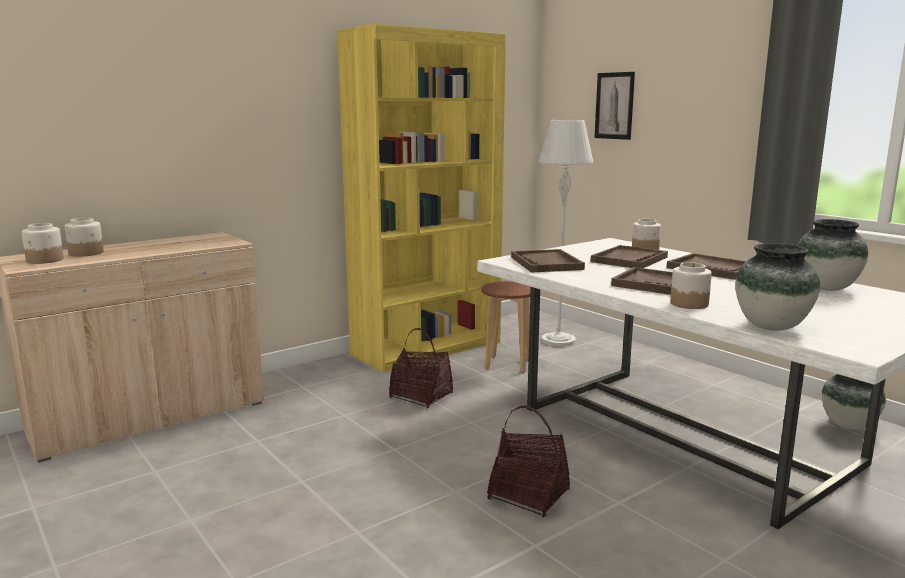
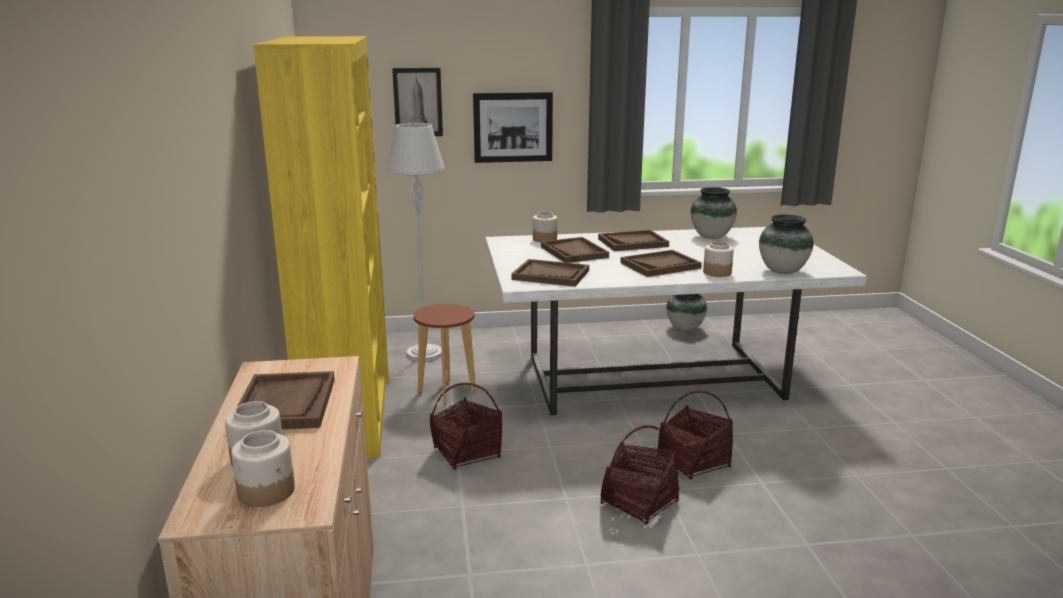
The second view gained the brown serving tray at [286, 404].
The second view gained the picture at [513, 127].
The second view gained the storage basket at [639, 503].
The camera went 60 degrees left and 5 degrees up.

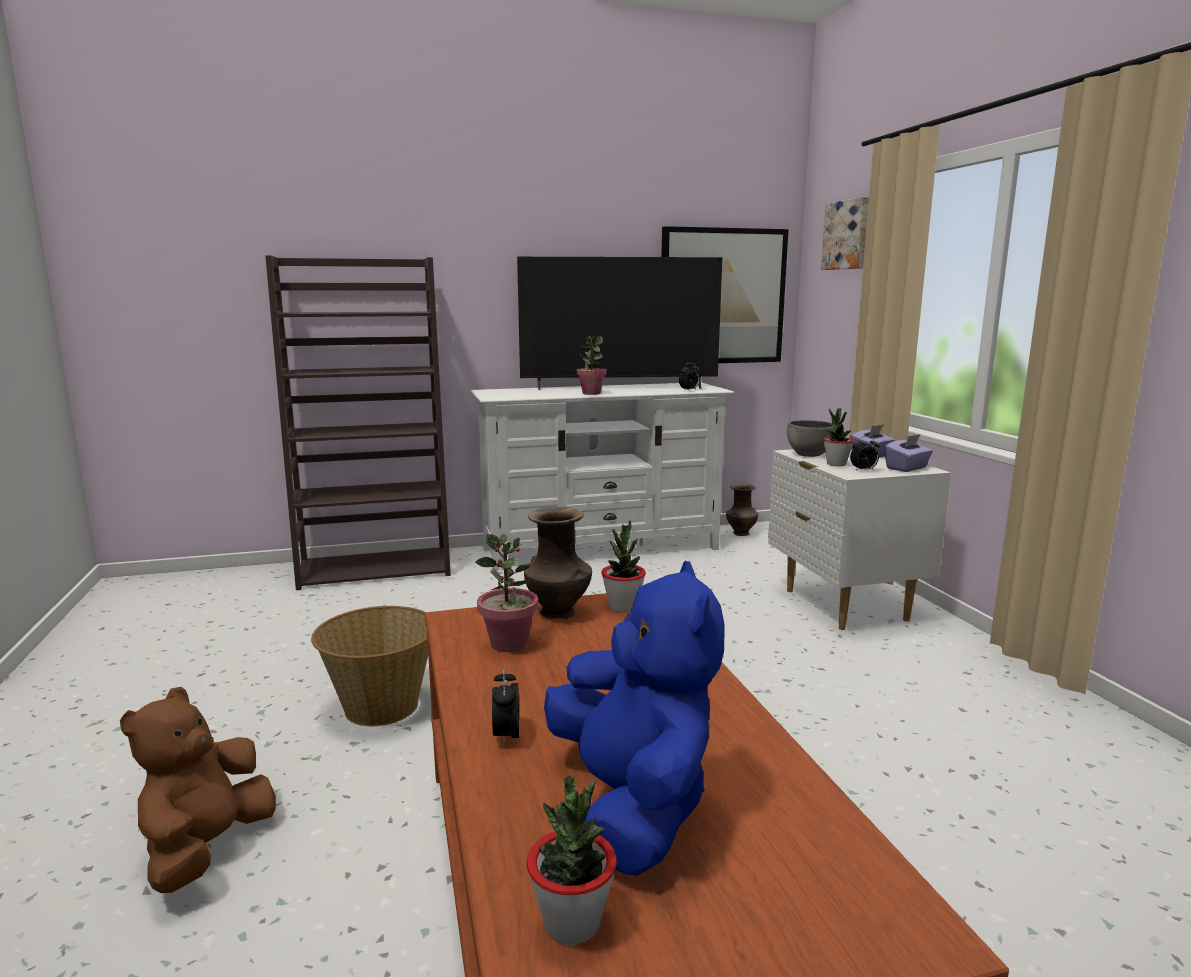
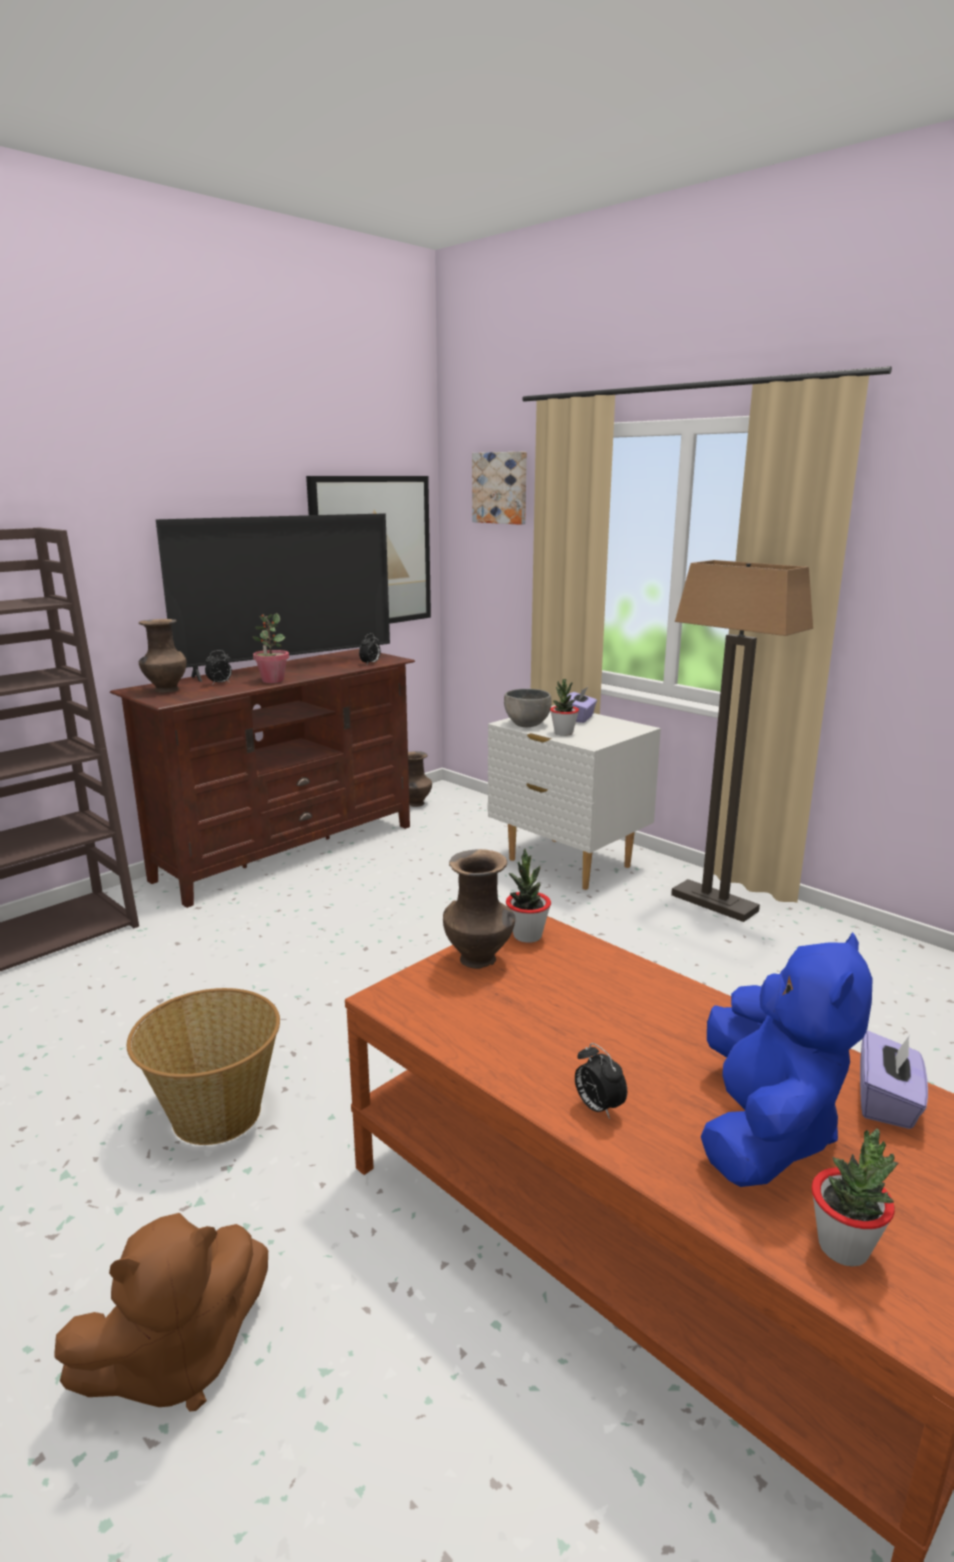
The brown soft toy at [207, 849] ended up facing another way, 105 degrees counterclockwise from before.
What was the white tv stand at [601, 548] turned into the brown tv stand at [287, 851].
The second view lost the potted plant at [509, 644].
The blue soft toy at [632, 805] ended up facing another way, 60 degrees clockwise from before.
The alarm clock ended up elsewhere, having gone from [863, 470] to [220, 683].
The purple-coloured box of tissues ended up elsewhere, having gone from [907, 468] to [887, 1102].
The second view gained the brown flower vase at [165, 690].
The second view gained the standard lamp at [715, 903].
The camera went 30 degrees left and 5 degrees up.

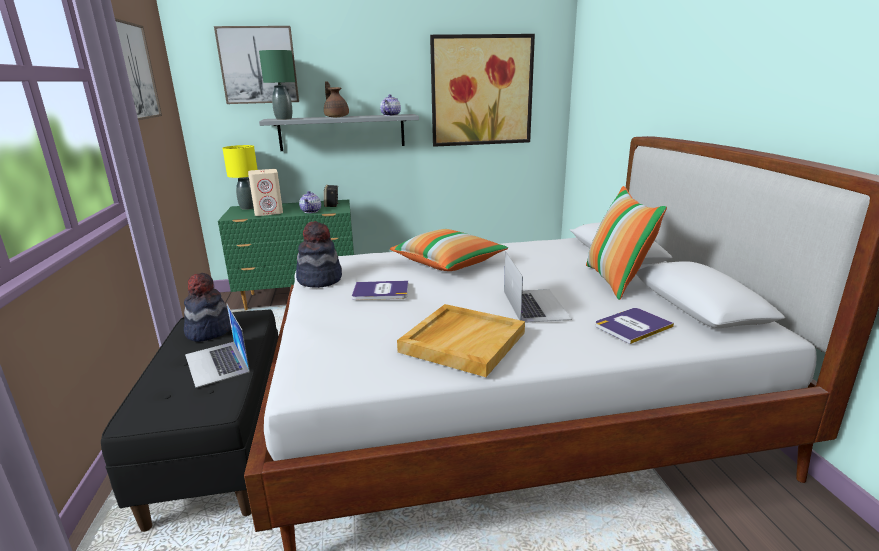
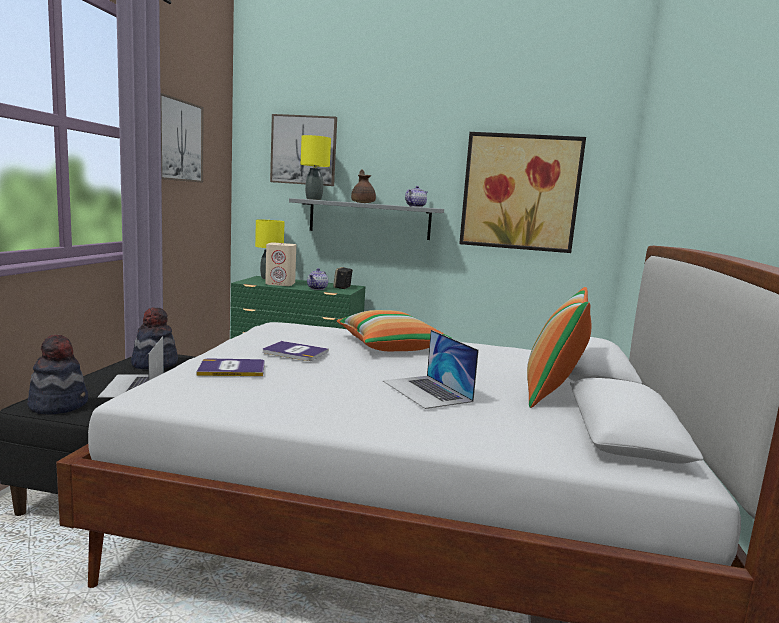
What was the green lamp for a table at [283, 119] turned into the yellow lamp for a table at [313, 199].
The wearable hat ended up elsewhere, having gone from [320, 279] to [59, 405].
The second view lost the beige-coloured serving tray at [462, 341].
The portable computer at [535, 305] ended up facing another way, 135 degrees clockwise from before.
The book ended up elsewhere, having gone from [632, 326] to [232, 369].
The camera went 20 degrees right and 10 degrees down.

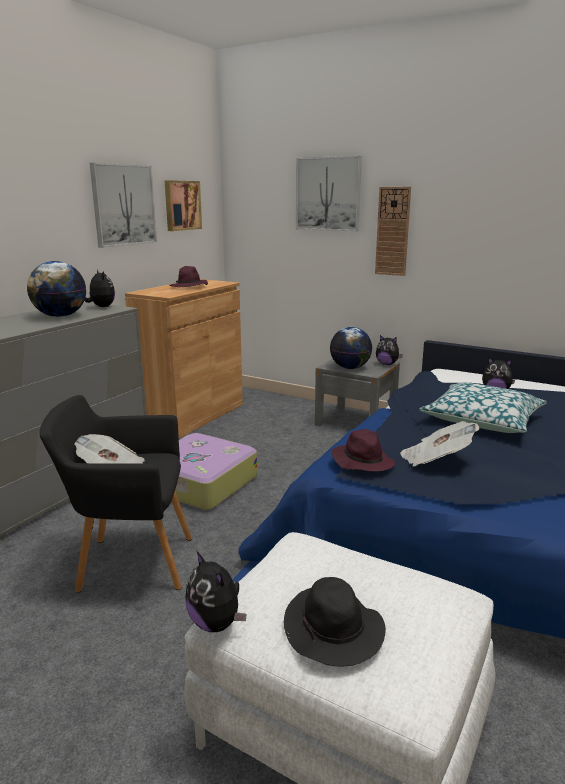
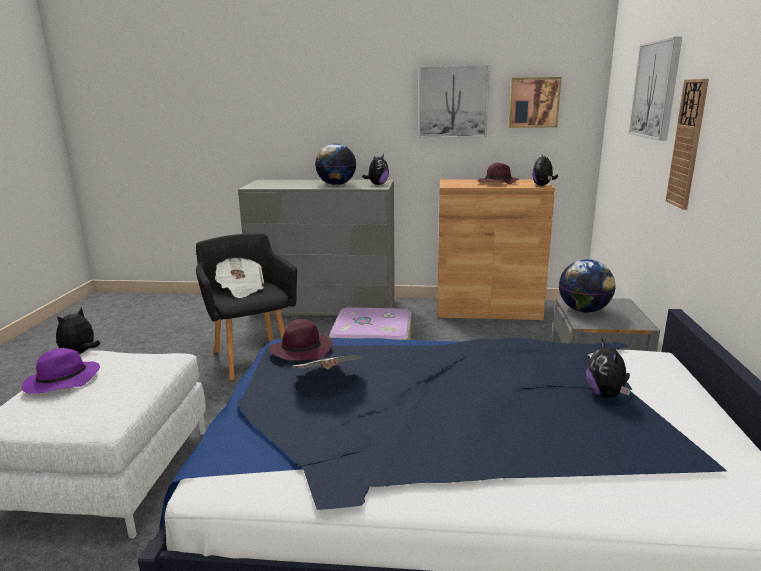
What was the black wearable hat at [334, 631] turned into the purple-coloured wearable hat at [61, 382].
The soft toy ended up elsewhere, having gone from [387, 364] to [543, 185].
The second view lost the throw pillow at [482, 420].
The camera went 65 degrees right and 0 degrees up.

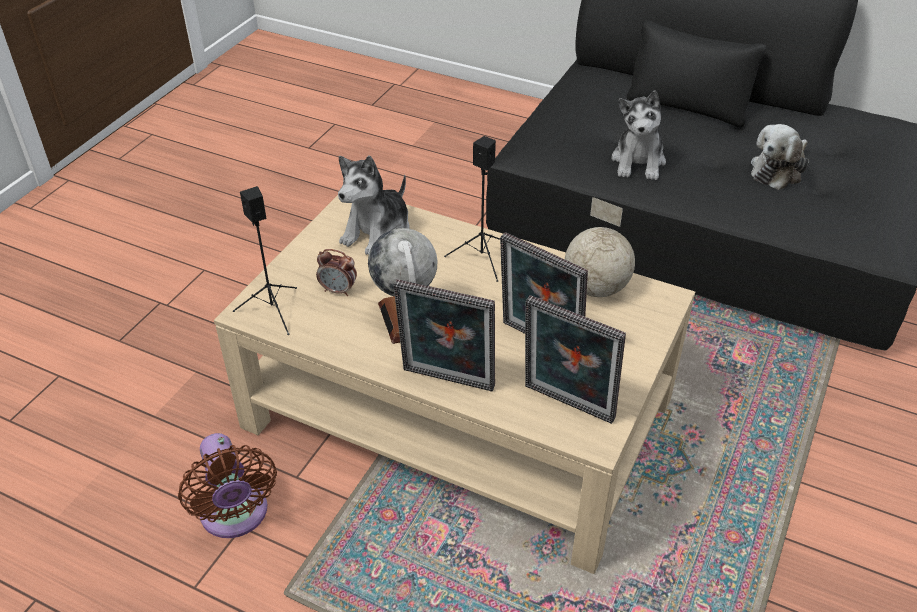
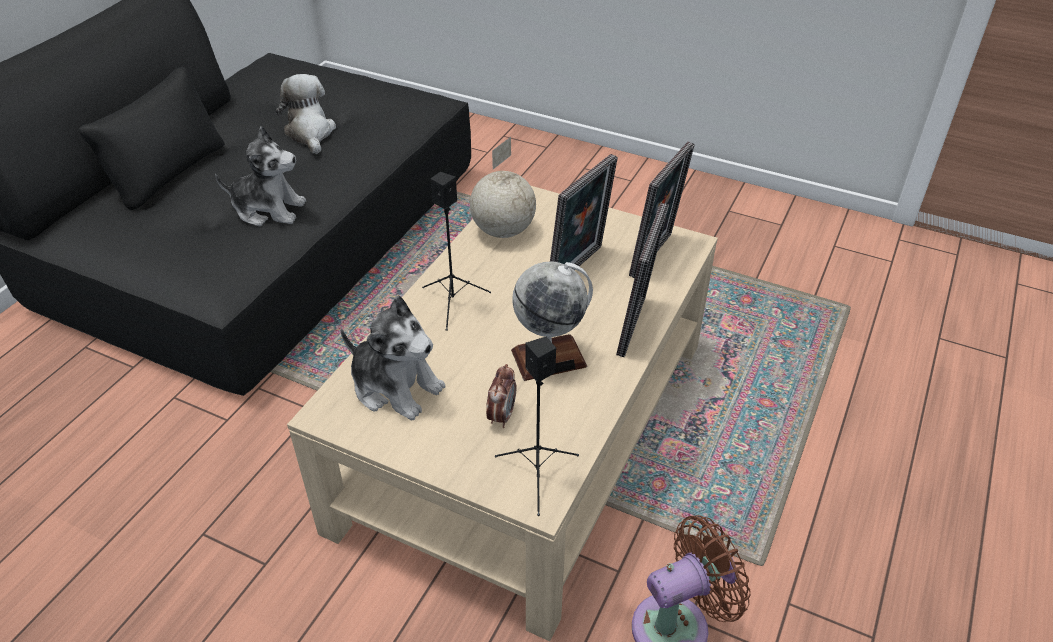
The soft toy at [778, 170] ended up facing another way, 150 degrees counterclockwise from before.
The camera went 90 degrees left and 0 degrees up.

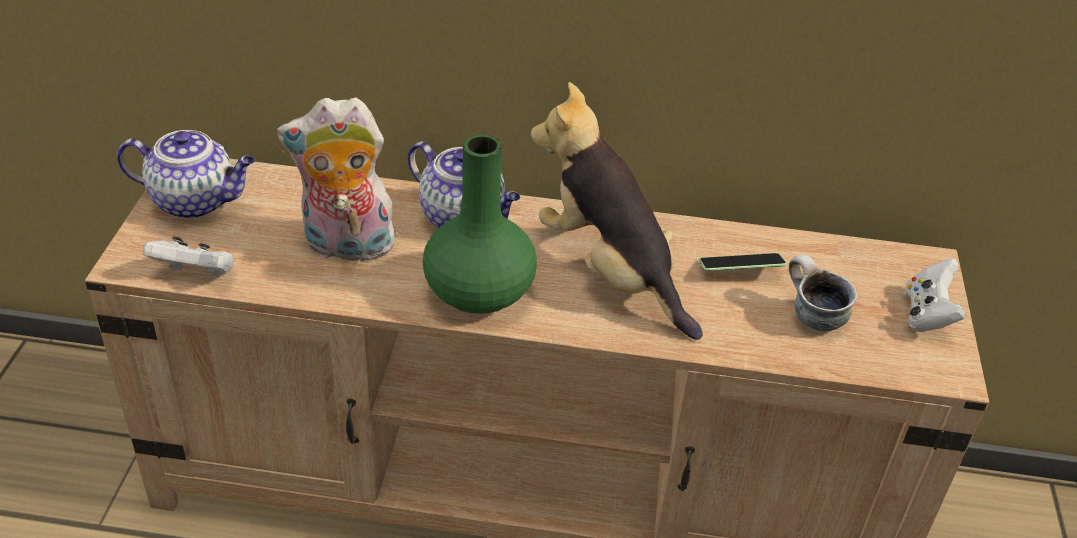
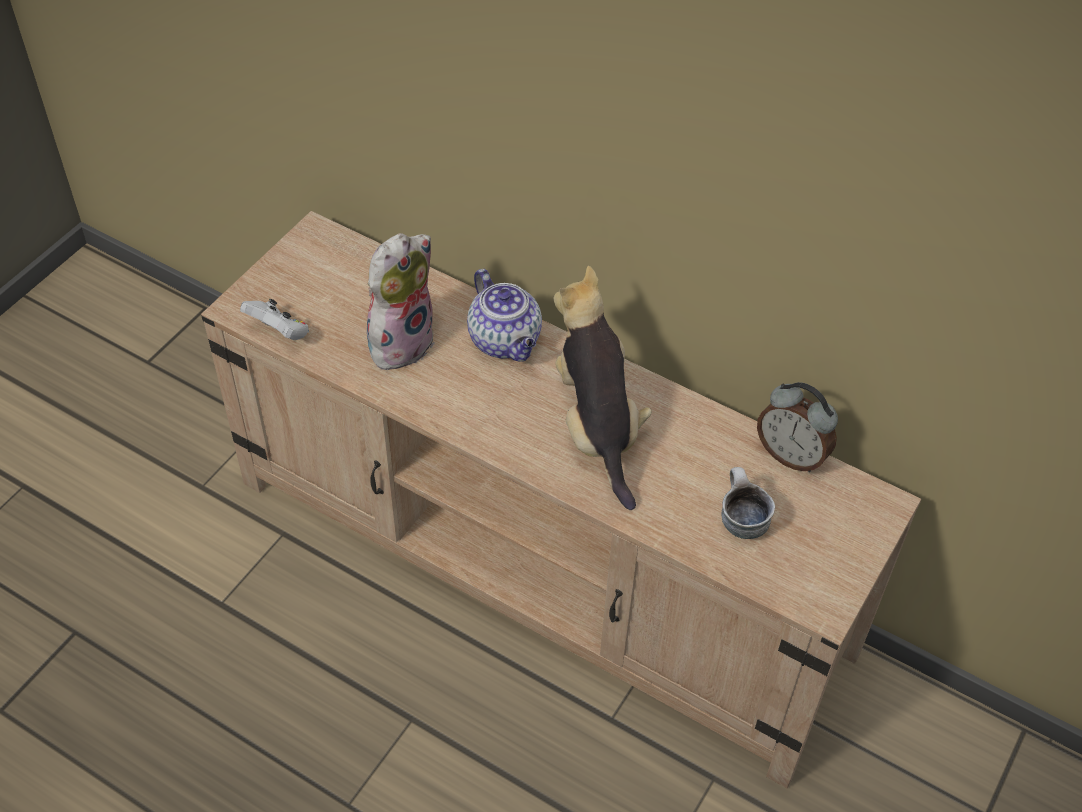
The second view lost the pot for tea at [196, 201].
The soft toy at [346, 247] ended up facing another way, 105 degrees clockwise from before.
The second view lost the green flower vase at [477, 293].
The second view lost the phone at [740, 271].
The second view lost the white joypad at [927, 314].
The second view gained the alarm clock at [791, 455].
The camera went 25 degrees right and 10 degrees up.

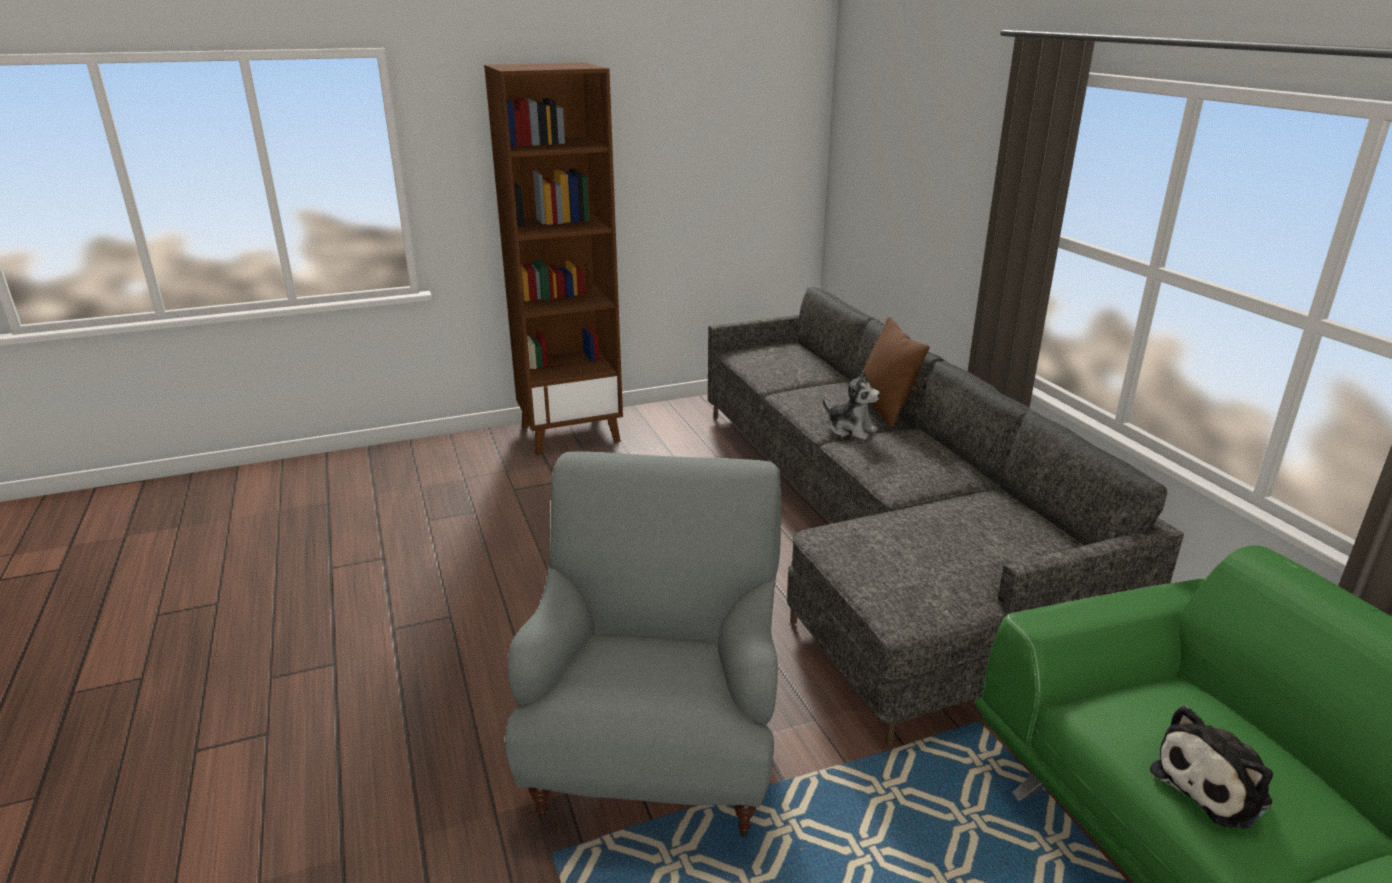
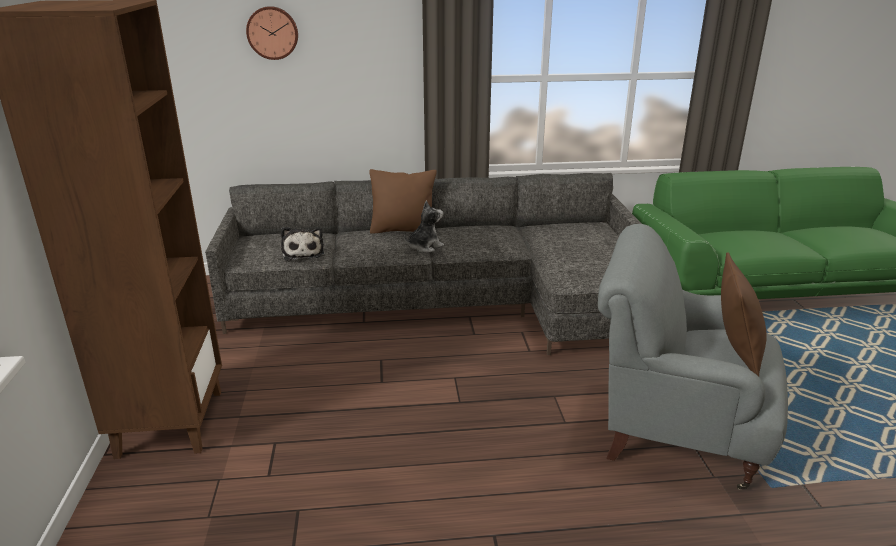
The soft toy ended up elsewhere, having gone from [1215, 785] to [303, 252].
The second view gained the wall clock at [272, 33].
The second view gained the brown throw pillow at [734, 352].
The camera went 75 degrees left and 0 degrees up.

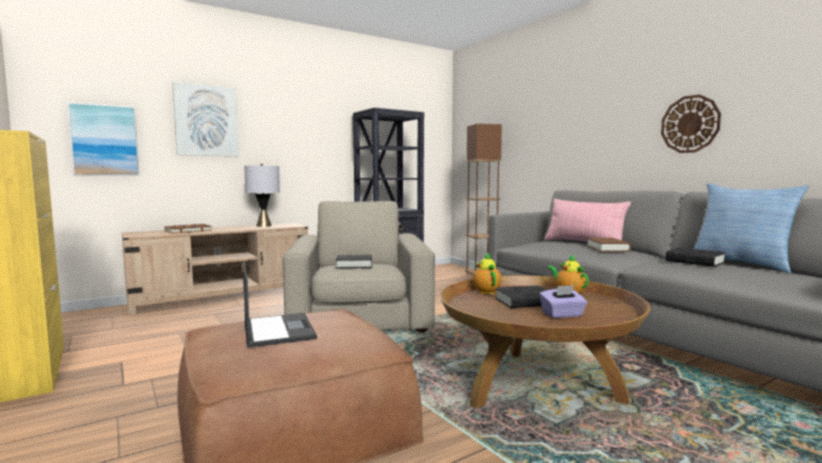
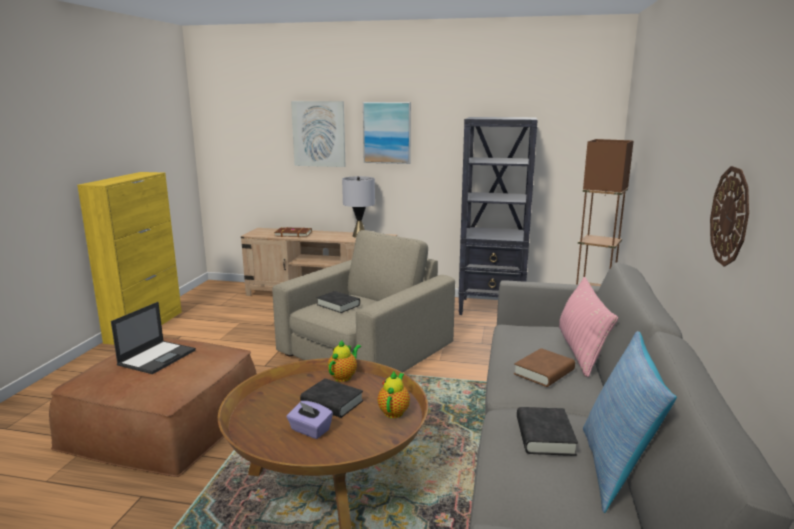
The picture ended up elsewhere, having gone from [105, 140] to [387, 132].
The camera went 45 degrees right and 10 degrees up.

